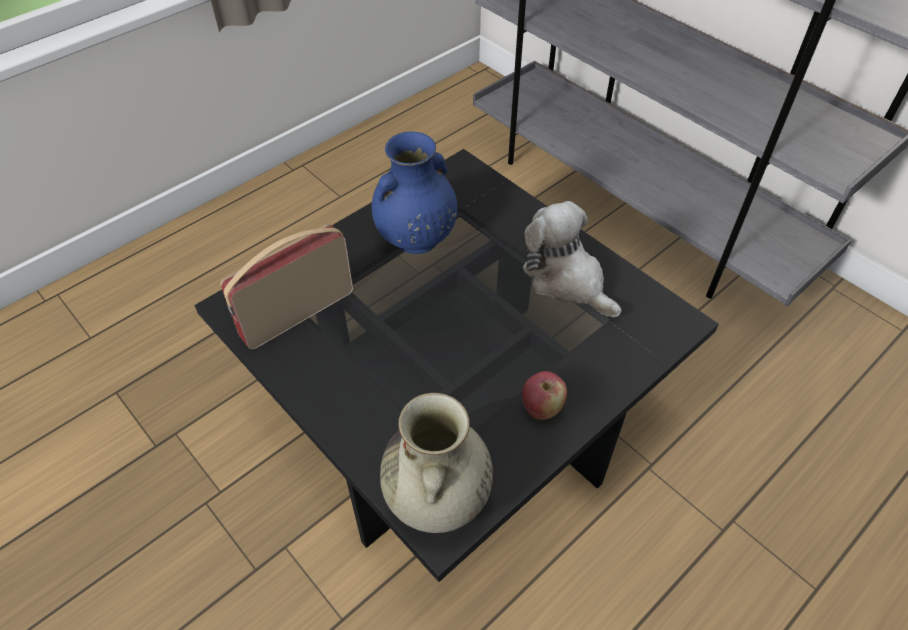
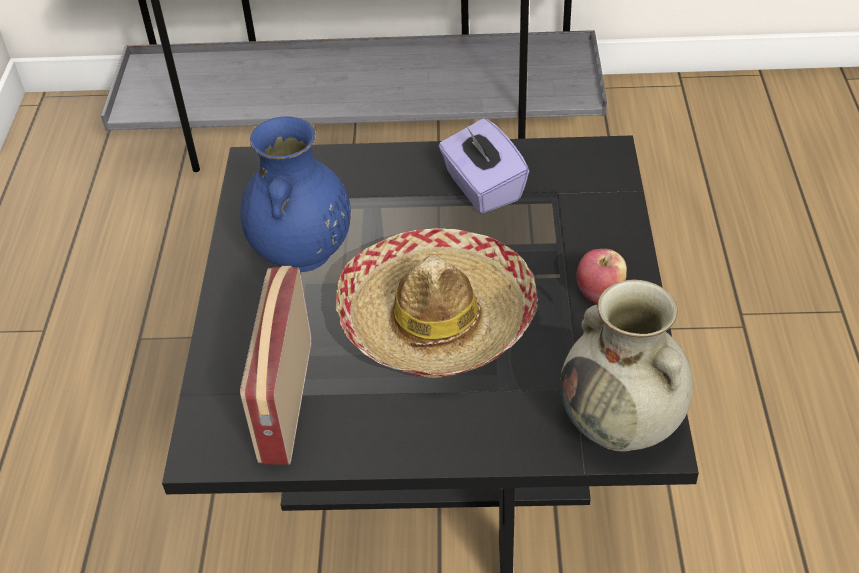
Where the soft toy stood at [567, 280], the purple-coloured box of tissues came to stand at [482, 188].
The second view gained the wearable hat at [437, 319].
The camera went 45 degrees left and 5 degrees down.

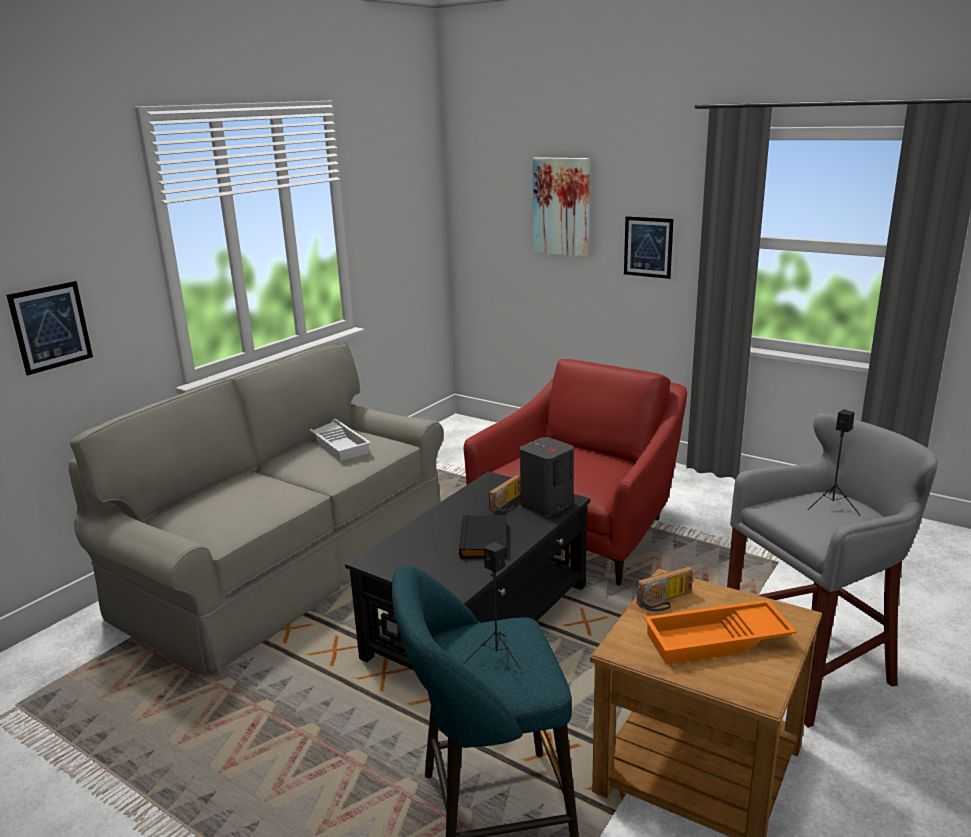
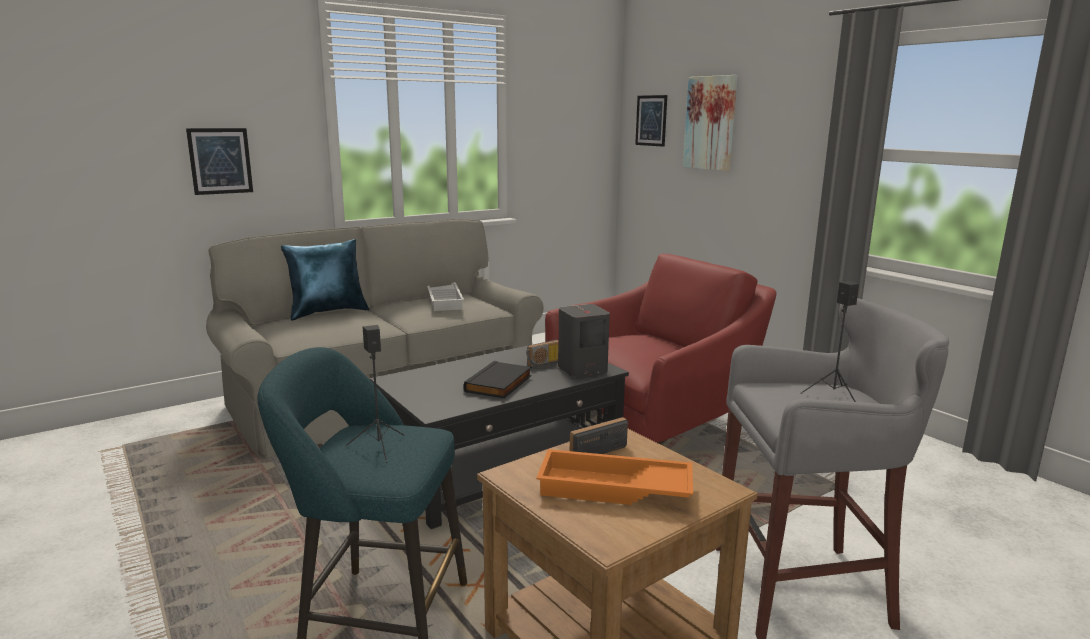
The picture ended up elsewhere, having gone from [648, 247] to [651, 120].
The radio set at [665, 602] ended up facing another way, 150 degrees clockwise from before.
The second view gained the blue throw pillow at [328, 312].
The camera went 20 degrees right and 5 degrees down.

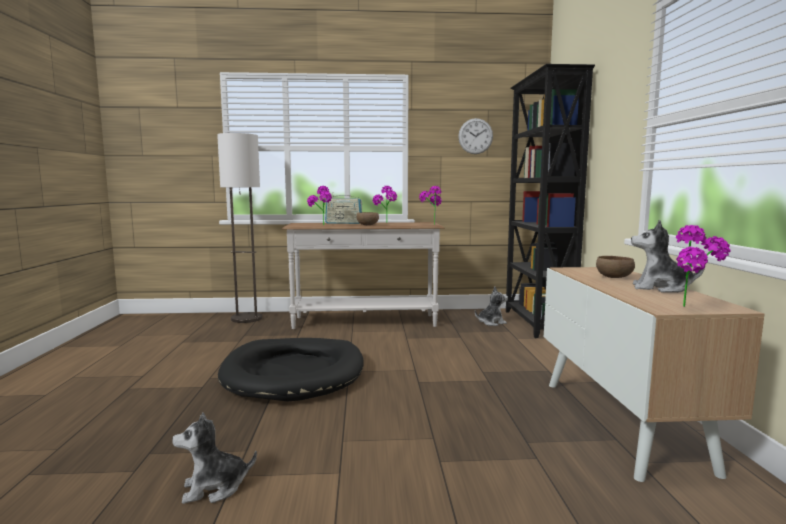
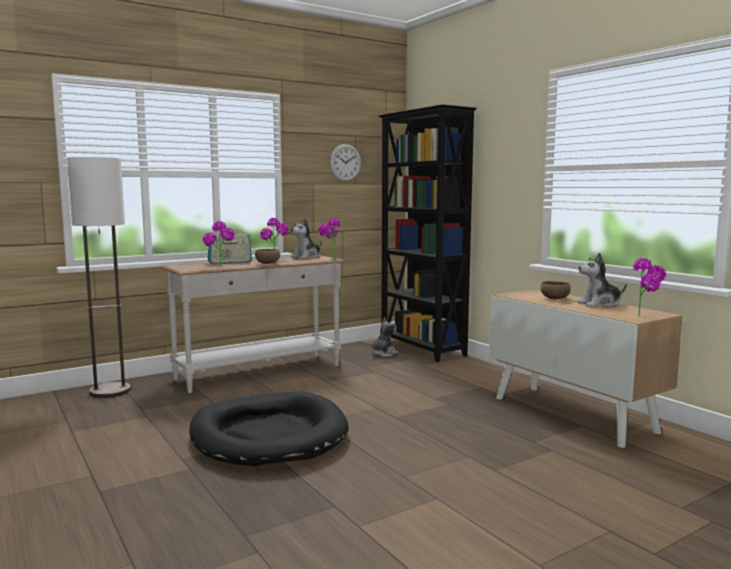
The soft toy ended up elsewhere, having gone from [214, 488] to [307, 257].
The camera went 30 degrees left and 0 degrees up.

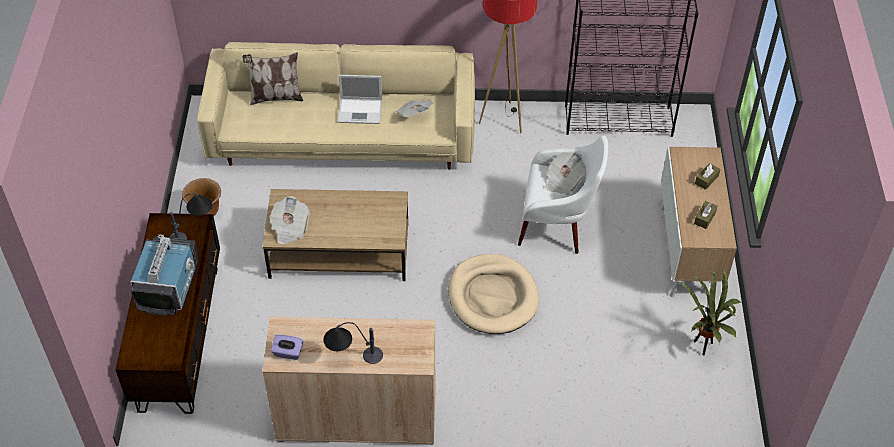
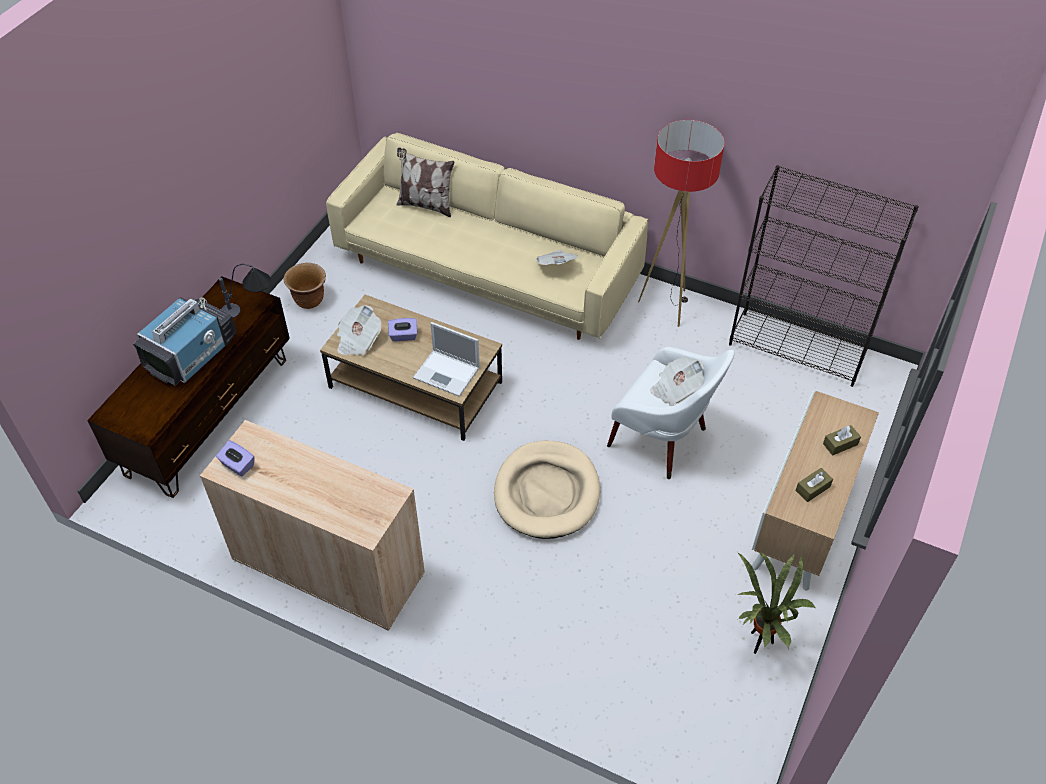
The second view lost the lamp for a table at [352, 358].
The portable computer ended up elsewhere, having gone from [361, 111] to [447, 373].
The second view gained the purple-coloured box of tissues at [403, 336].
The camera went 25 degrees right and 0 degrees up.

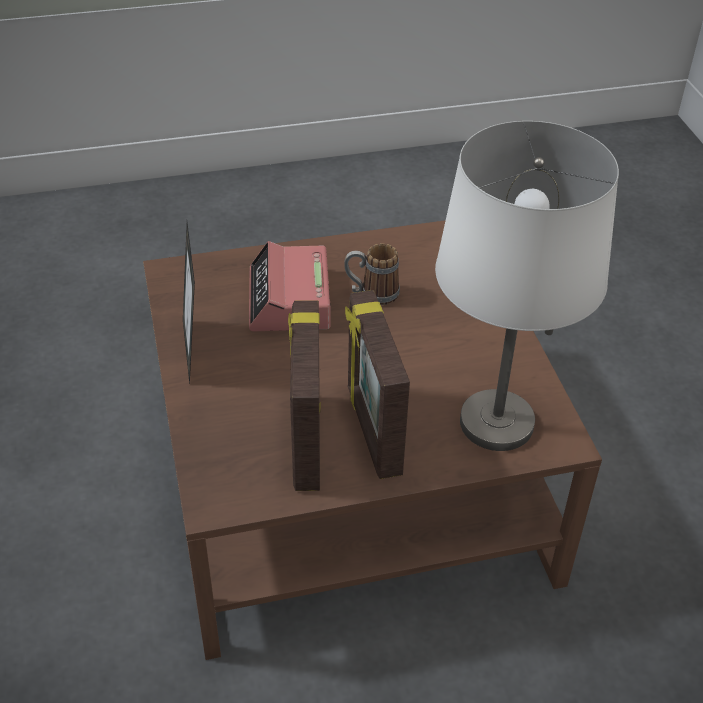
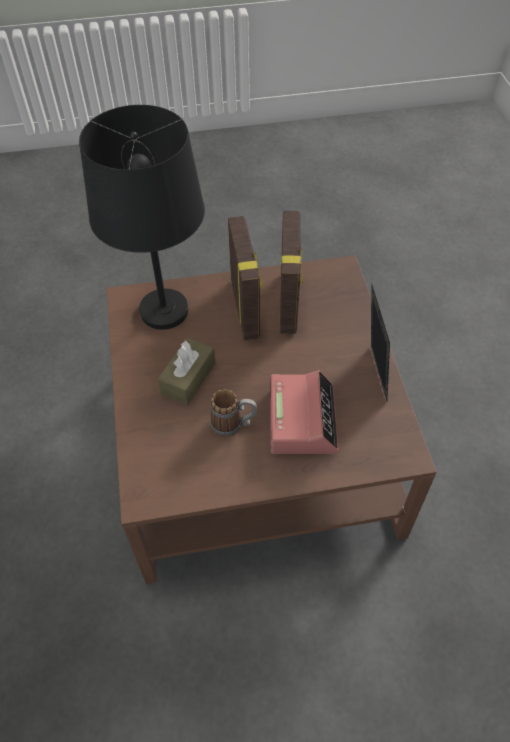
What was the white lamp for a table at [495, 423] turned into the black lamp for a table at [165, 311].
The second view gained the brown box of tissues at [188, 378].
The camera went 175 degrees left and 10 degrees up.

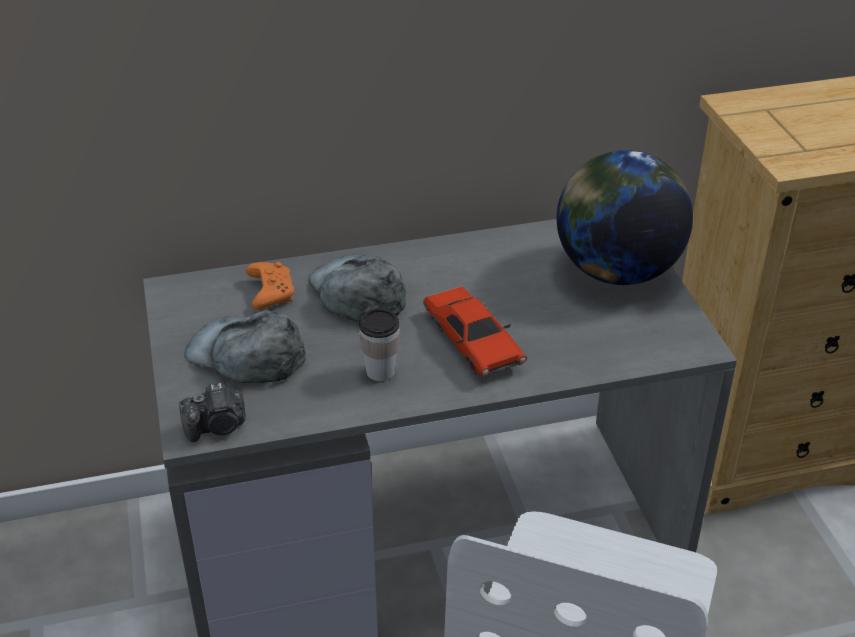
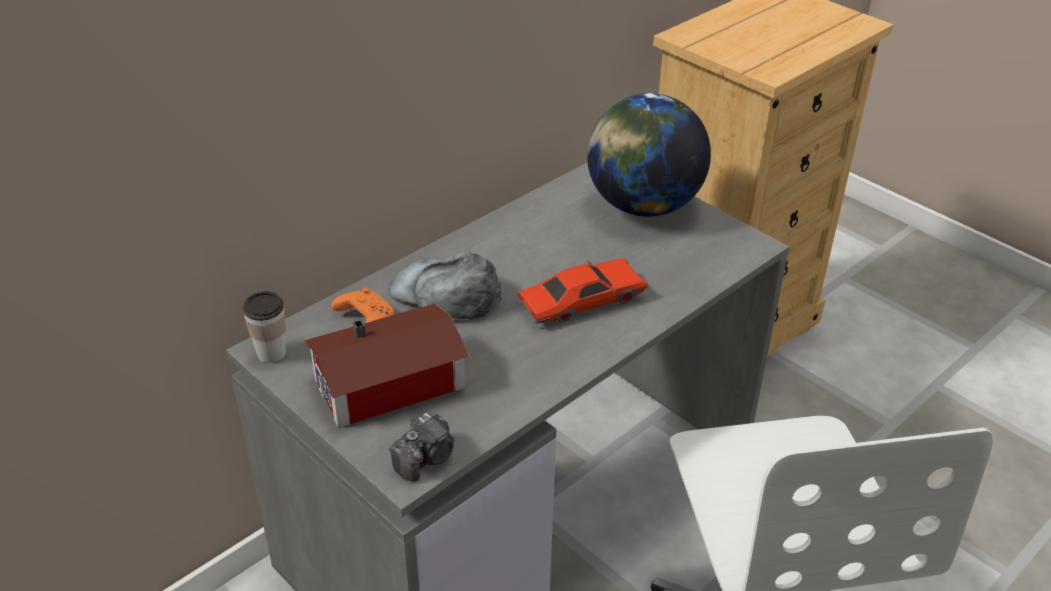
Where the gray baseball cap stood at [246, 355], the toy house came to stand at [394, 384].
The drinking cup ended up elsewhere, having gone from [380, 371] to [271, 353].
The red model car at [472, 342] ended up facing another way, 60 degrees counterclockwise from before.
The camera went 30 degrees left and 0 degrees up.

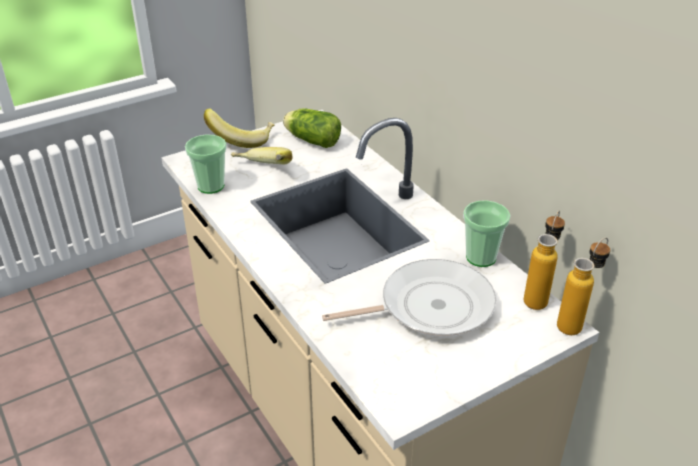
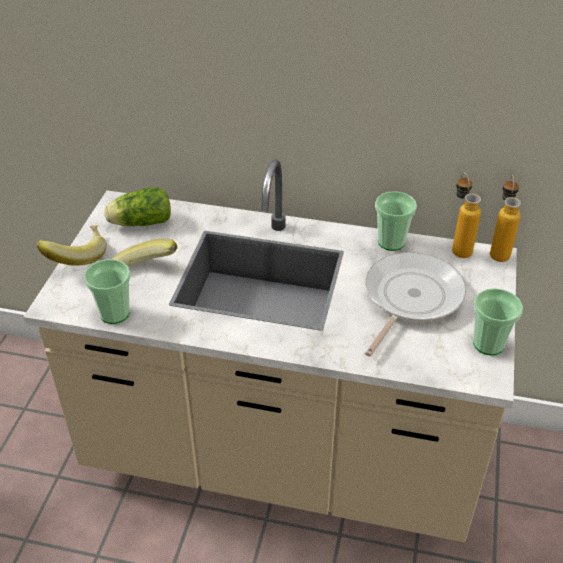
The second view gained the drinking cup at [488, 344].
The camera went 45 degrees left and 5 degrees up.

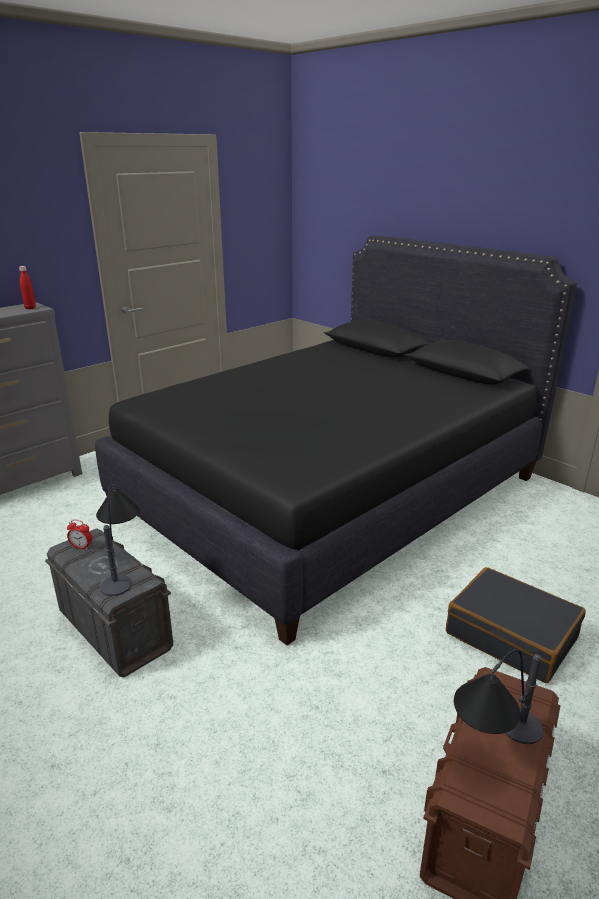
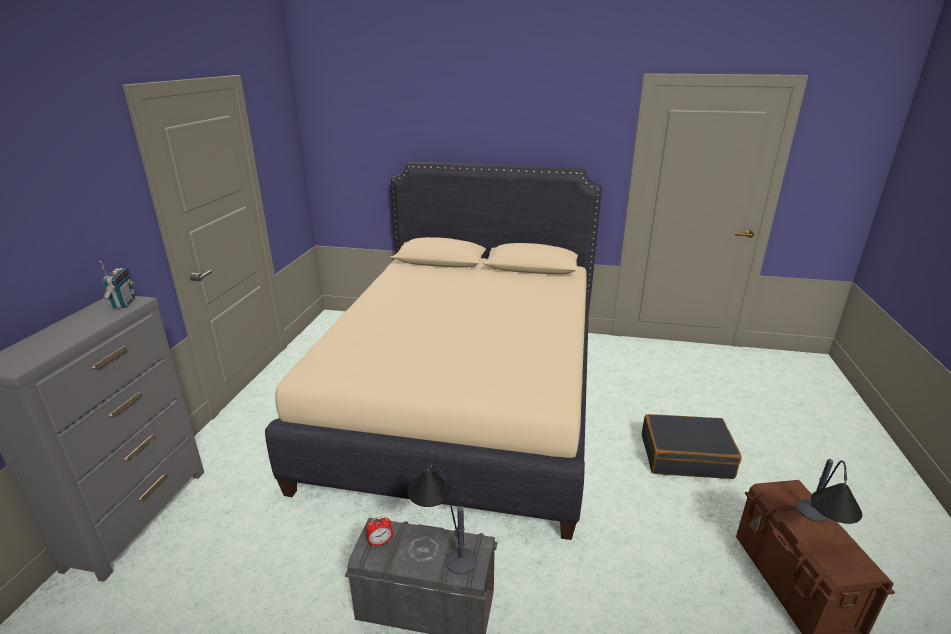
Where the red bottle stood at [30, 308], the radio set came to stand at [123, 303].
What was the black bedroom bed at [331, 492] turned into the beige-coloured bedroom bed at [464, 398].
The camera went 35 degrees left and 0 degrees up.

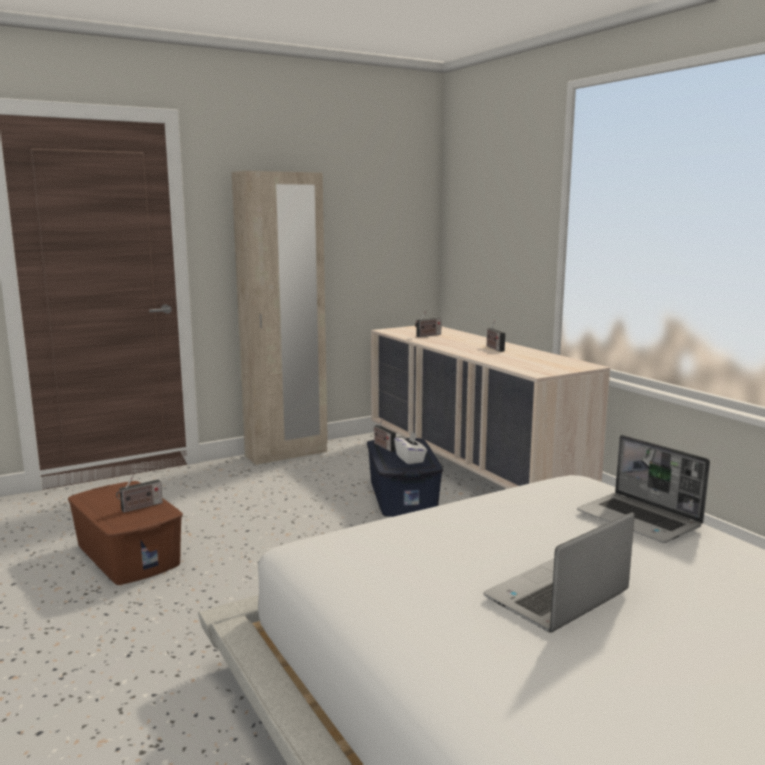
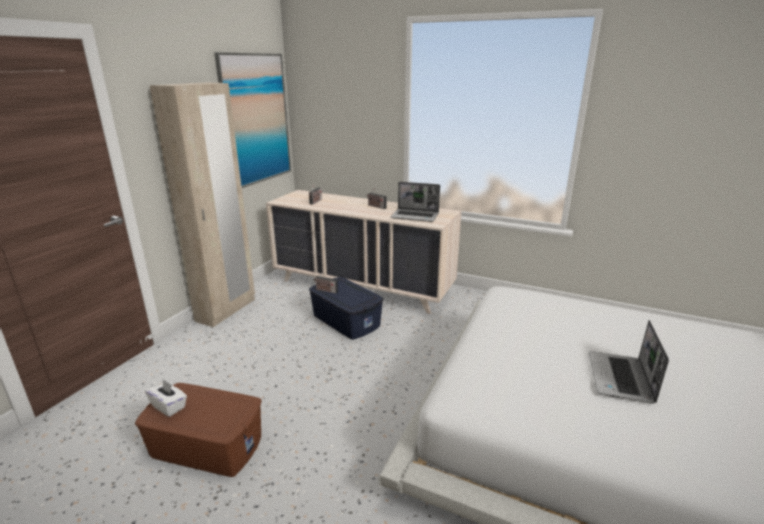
The second view lost the radio set at [140, 507].
The white box of tissues ended up elsewhere, having gone from [410, 459] to [169, 406].
The portable computer ended up elsewhere, having gone from [640, 520] to [415, 216].
The second view gained the picture at [256, 119].
The camera went 35 degrees left and 10 degrees up.

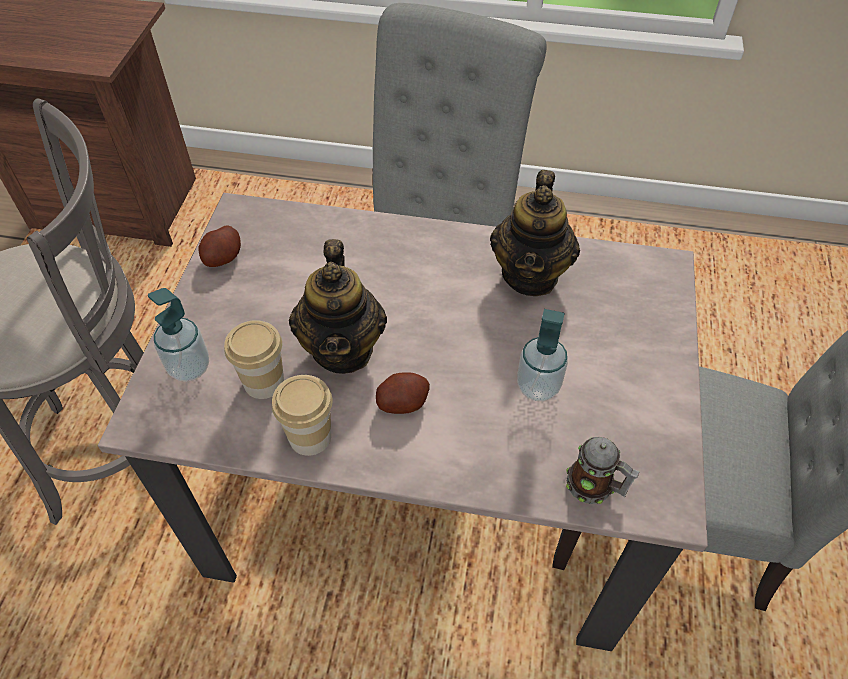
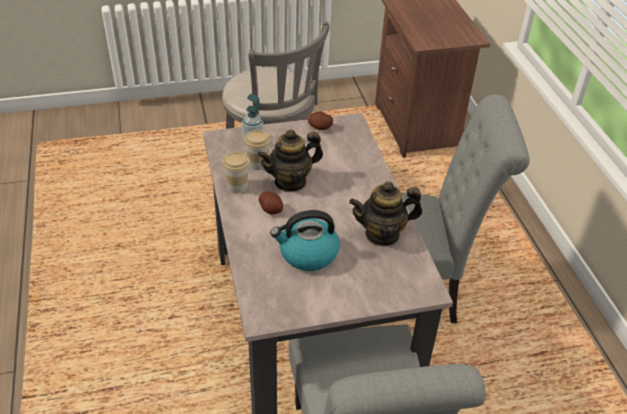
Where the soap bottle stood at [538, 386], the kettle came to stand at [307, 254].
The second view lost the coffee mug at [595, 486].
The camera went 65 degrees right and 10 degrees down.

